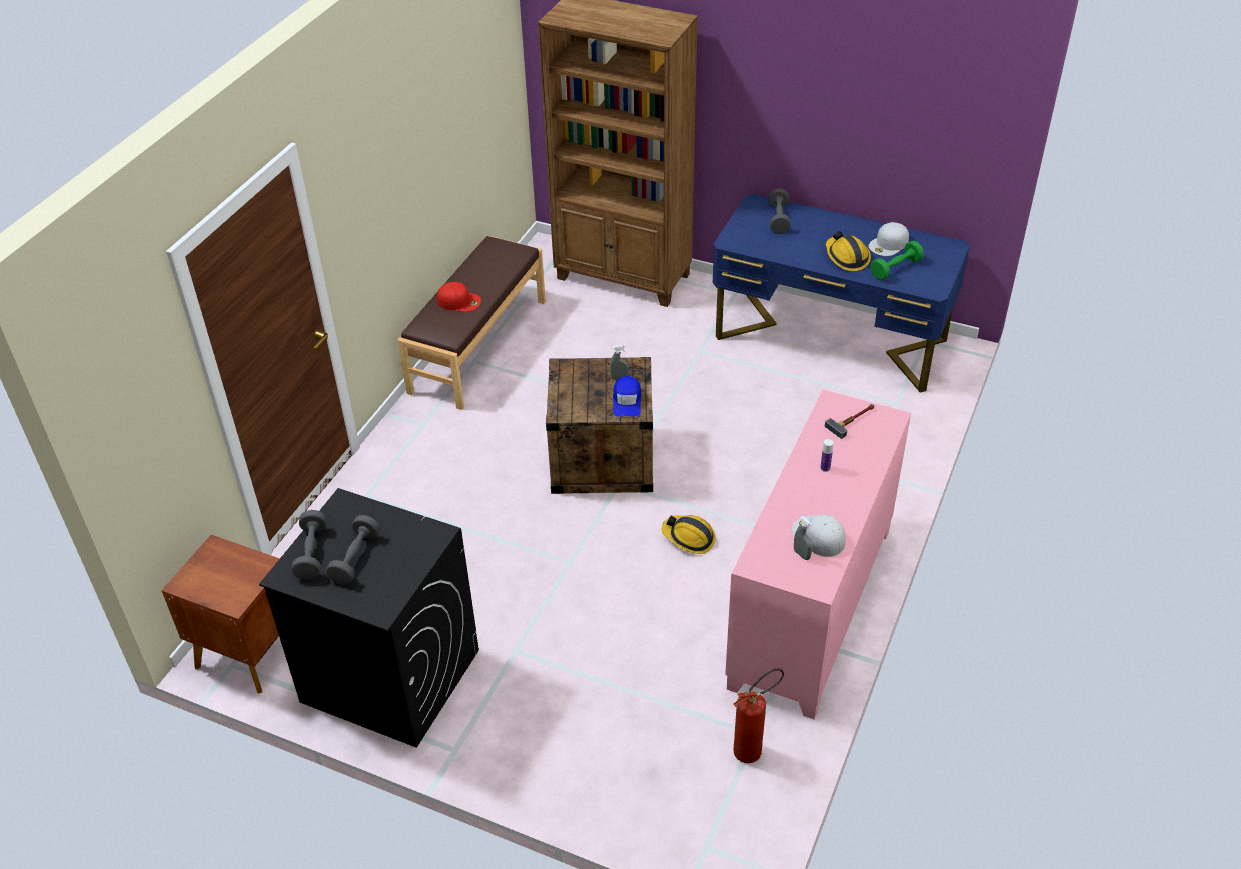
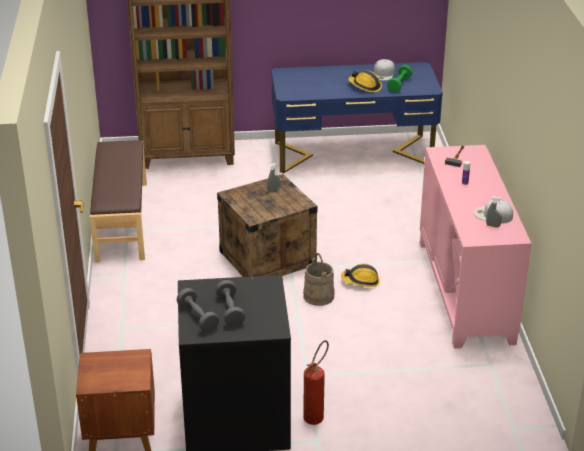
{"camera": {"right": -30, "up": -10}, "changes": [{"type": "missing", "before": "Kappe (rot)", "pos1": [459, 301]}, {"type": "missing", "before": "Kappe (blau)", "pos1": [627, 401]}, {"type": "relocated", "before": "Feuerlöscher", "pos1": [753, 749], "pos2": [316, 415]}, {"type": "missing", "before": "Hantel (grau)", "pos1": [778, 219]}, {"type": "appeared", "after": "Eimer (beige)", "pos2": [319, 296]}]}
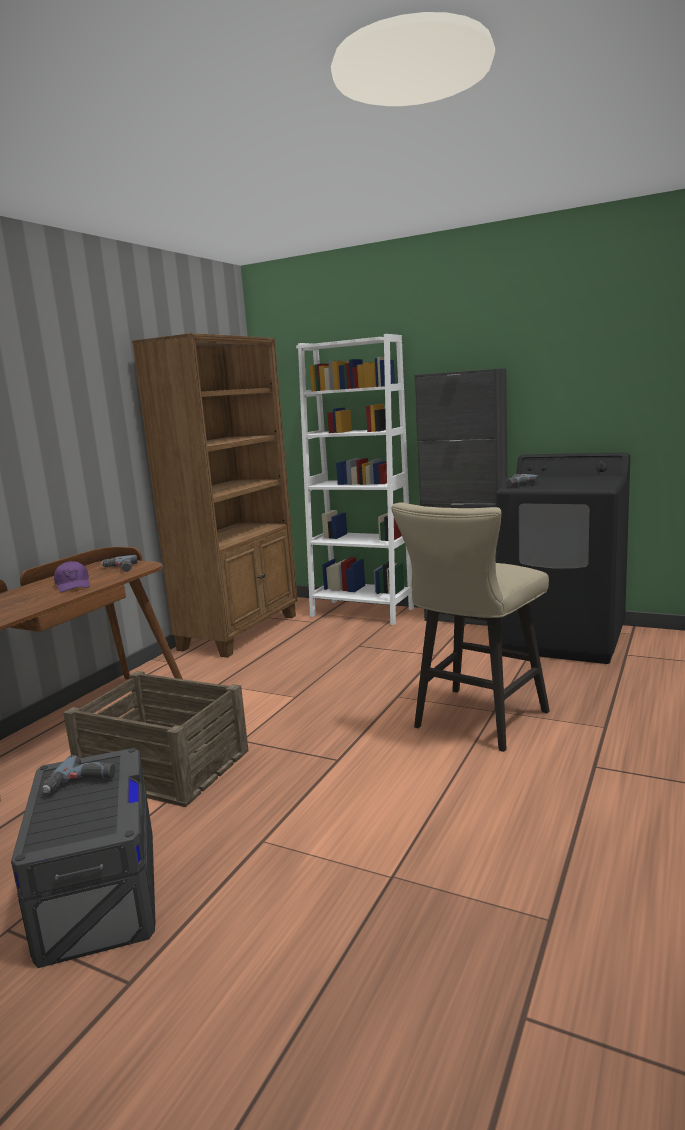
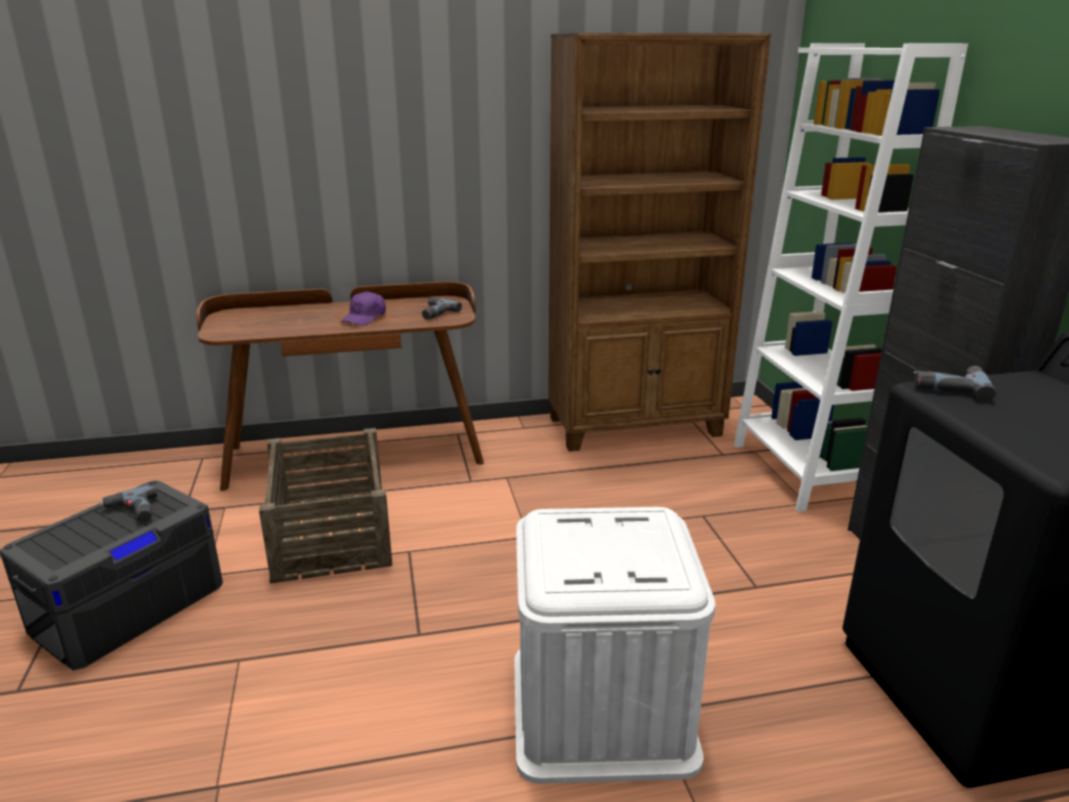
{"camera": {"right": 50, "up": 10}, "changes": [{"type": "exchanged", "before": "Hocker (beige)", "after": "Aufbewahrungsbox (weiß)", "pos1": [475, 722], "pos2": [601, 708]}]}
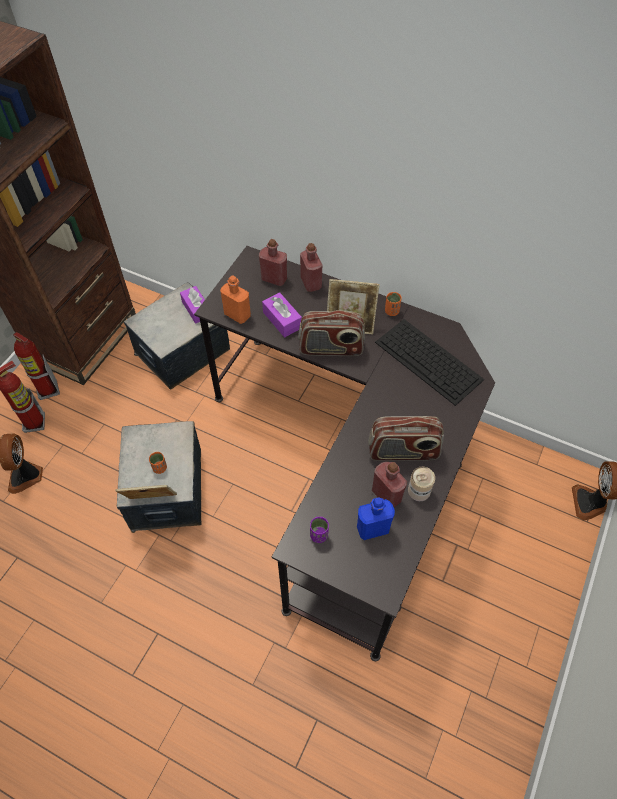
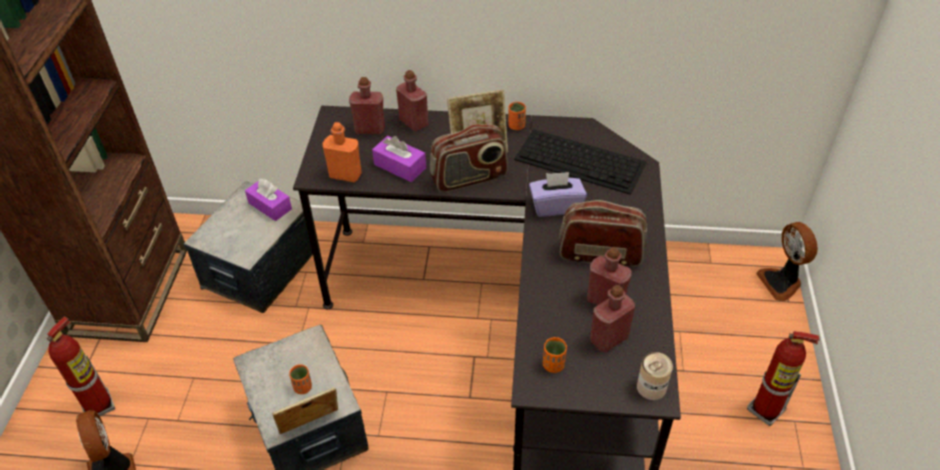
{"camera": {"right": -20, "up": -10}, "changes": [{"type": "relocated", "before": "Feuerlöscher", "pos1": [48, 390], "pos2": [766, 410]}, {"type": "colour", "before": "Tasse (lila)", "after": "Tasse (orange)", "pos1": [319, 535], "pos2": [553, 365]}, {"type": "colour", "before": "Flasche (blau)", "after": "Flasche (rot)", "pos1": [373, 528], "pos2": [609, 338]}, {"type": "spun", "before": "Radio", "pos1": [403, 452], "pos2": [600, 254], "turn": -150}, {"type": "relocated", "before": "Dose", "pos1": [419, 490], "pos2": [651, 387]}, {"type": "appeared", "after": "Taschentuchbox (lila)", "pos2": [555, 206]}]}
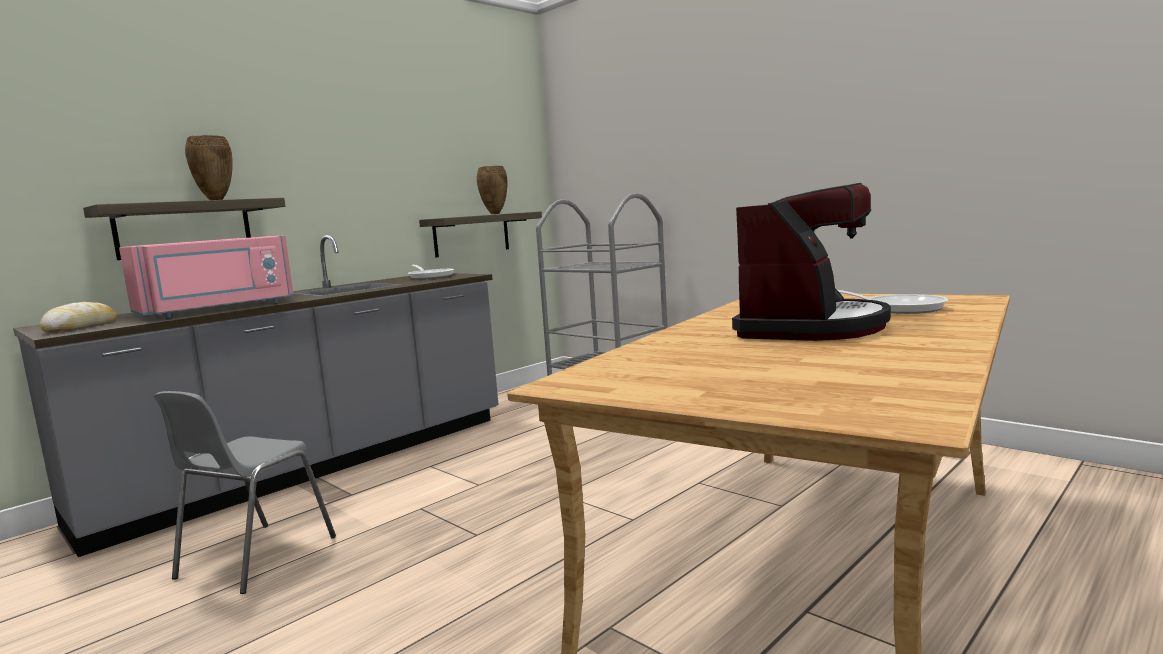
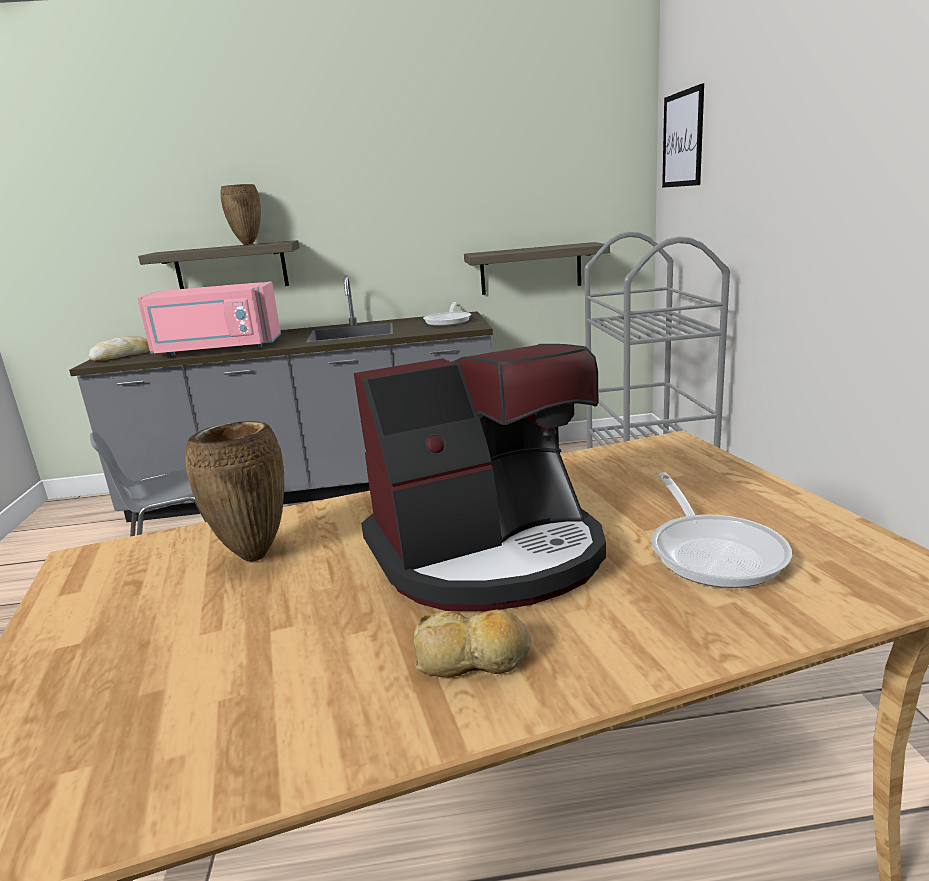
{"camera": {"right": 40, "up": 10}, "changes": [{"type": "relocated", "before": "Vase (braun)", "pos1": [494, 214], "pos2": [254, 555]}, {"type": "appeared", "after": "Brot", "pos2": [473, 658]}, {"type": "appeared", "after": "Bild", "pos2": [682, 139]}]}
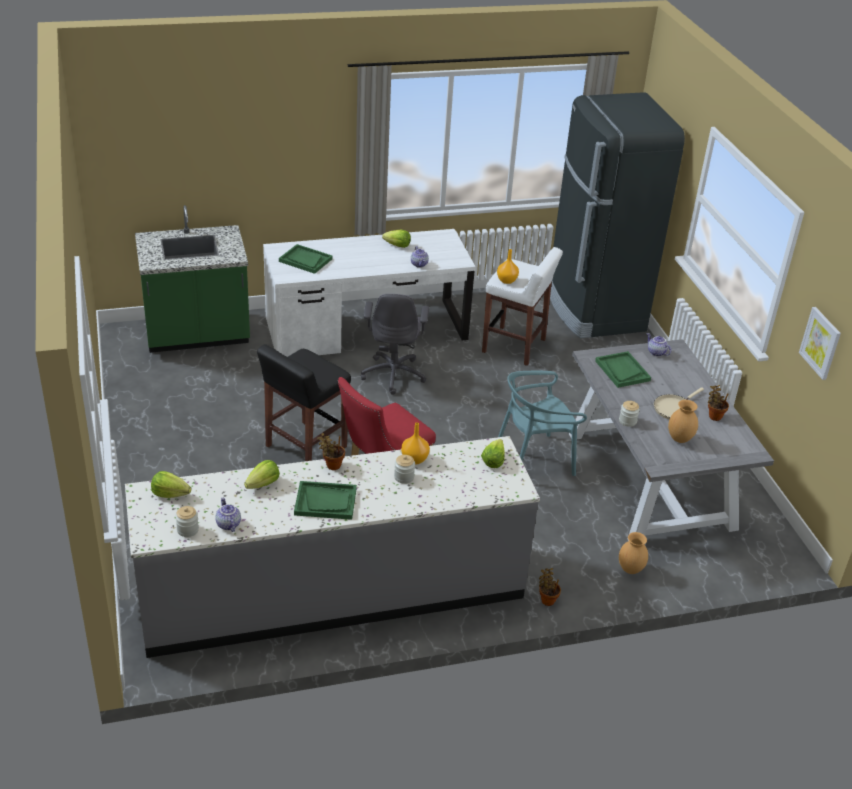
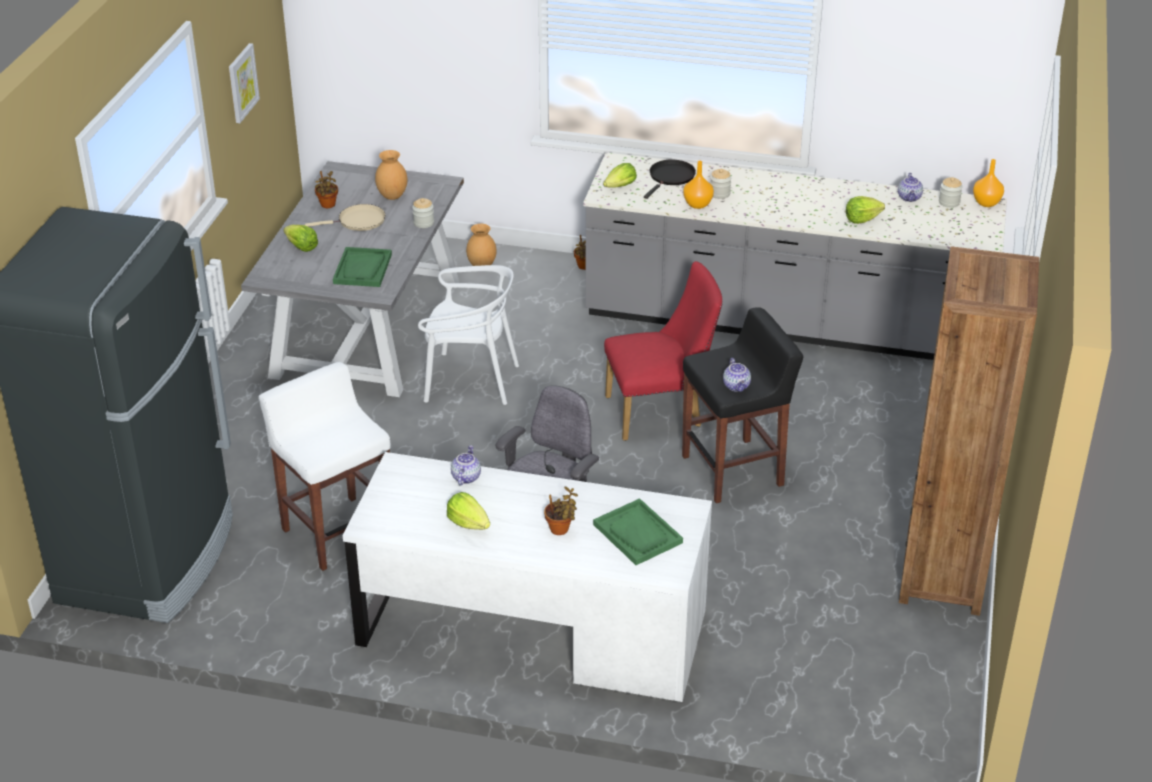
{"camera": {"right": -150, "up": 0}, "changes": [{"type": "missing", "before": "Küchenzeile (grün)", "pos1": [197, 336]}, {"type": "relocated", "before": "Salatkopf", "pos1": [170, 494], "pos2": [301, 247]}, {"type": "missing", "before": "Tablett (grün)", "pos1": [325, 502]}, {"type": "relocated", "before": "Topfpflanze", "pos1": [331, 465], "pos2": [561, 530]}, {"type": "relocated", "before": "Vase (orange)", "pos1": [507, 280], "pos2": [986, 203]}, {"type": "colour", "before": "Stuhl (türkis)", "after": "Stuhl (weiß)", "pos1": [534, 460], "pos2": [471, 381]}, {"type": "relocated", "before": "Teekanne", "pos1": [656, 352], "pos2": [737, 386]}, {"type": "appeared", "after": "Pfanne (schwarz)", "pos2": [670, 177]}, {"type": "appeared", "after": "Bücherregal (braun)", "pos2": [942, 577]}]}
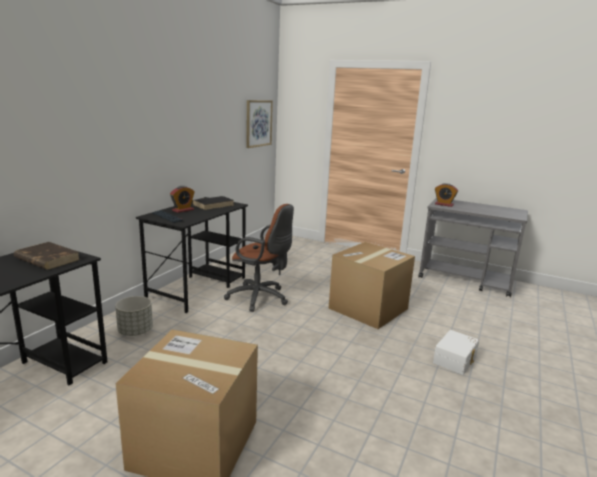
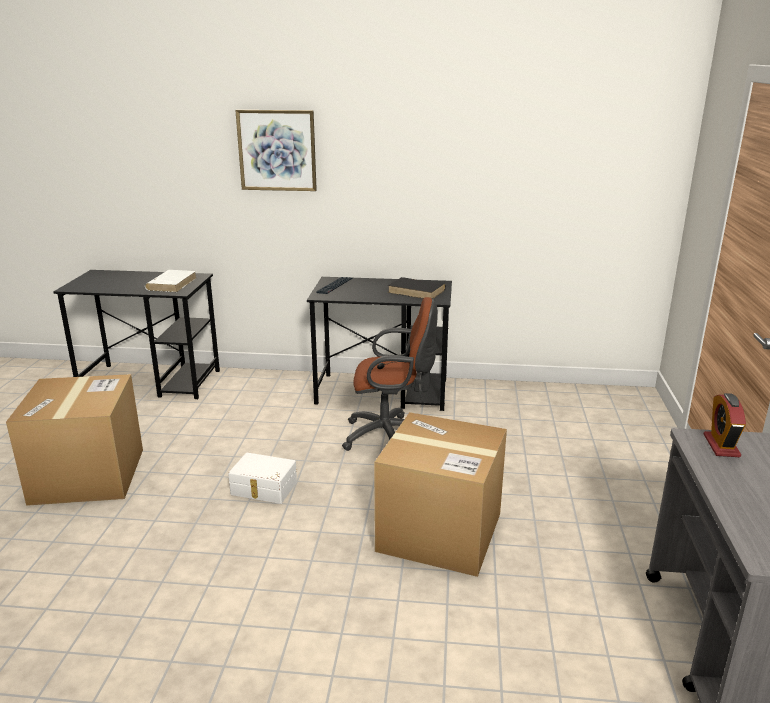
{"camera": {"right": 70, "up": 5}, "changes": [{"type": "colour", "before": "Buch (braun)", "after": "Buch (weiß)", "pos1": [47, 259], "pos2": [172, 283]}, {"type": "missing", "before": "Pflanzkübel (grau)", "pos1": [135, 331]}, {"type": "missing", "before": "Wecker", "pos1": [183, 210]}, {"type": "spun", "before": "Bürostuhl (braun)", "pos1": [260, 298], "pos2": [391, 437], "turn": -90}, {"type": "relocated", "before": "Bild", "pos1": [258, 123], "pos2": [277, 150]}, {"type": "relocated", "before": "Aufbewahrungsbox (weiß)", "pos1": [456, 360], "pos2": [263, 489]}]}
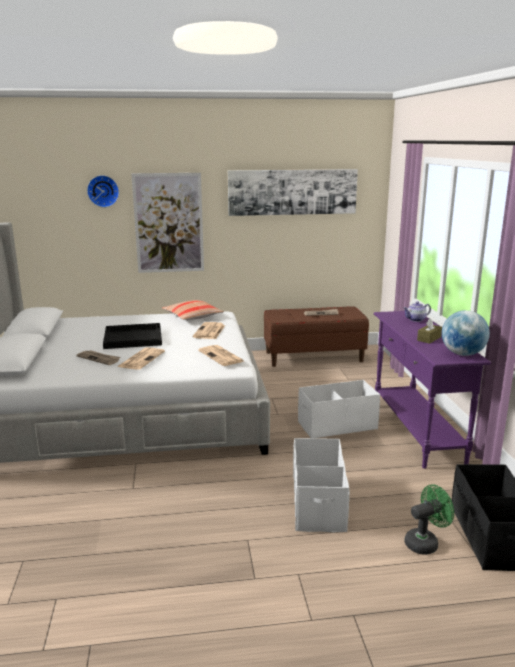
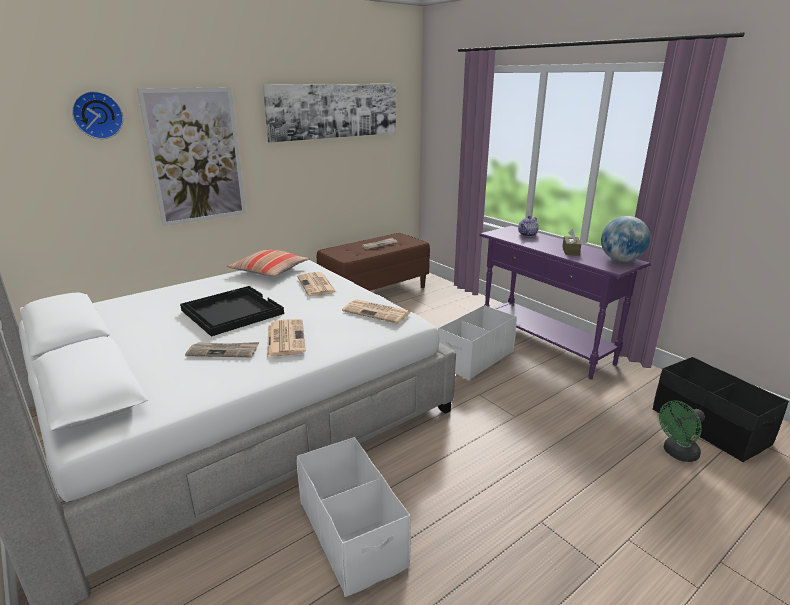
{"camera": {"right": -30, "up": 5}, "changes": [{"type": "relocated", "before": "Aufbewahrungsbox (weiß)", "pos1": [318, 503], "pos2": [352, 533]}, {"type": "spun", "before": "Ventilator (grün)", "pos1": [425, 542], "pos2": [677, 453], "turn": -150}]}
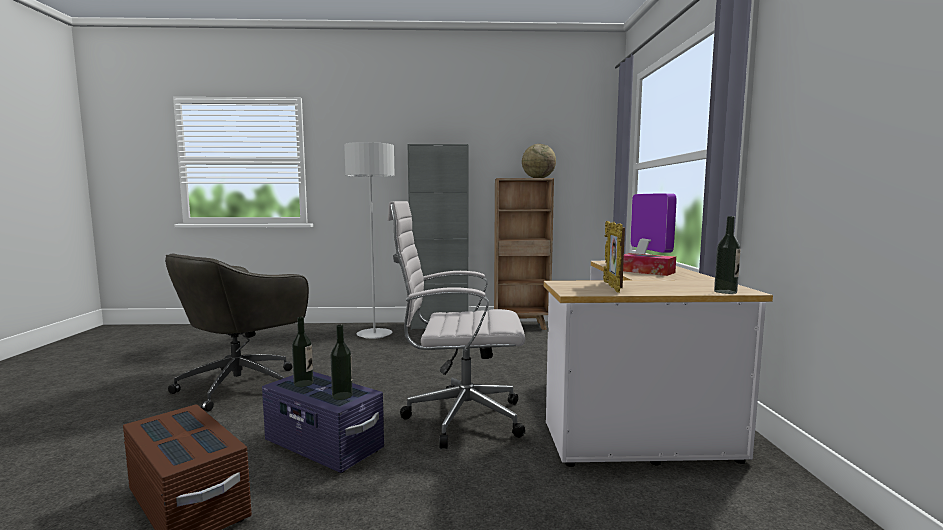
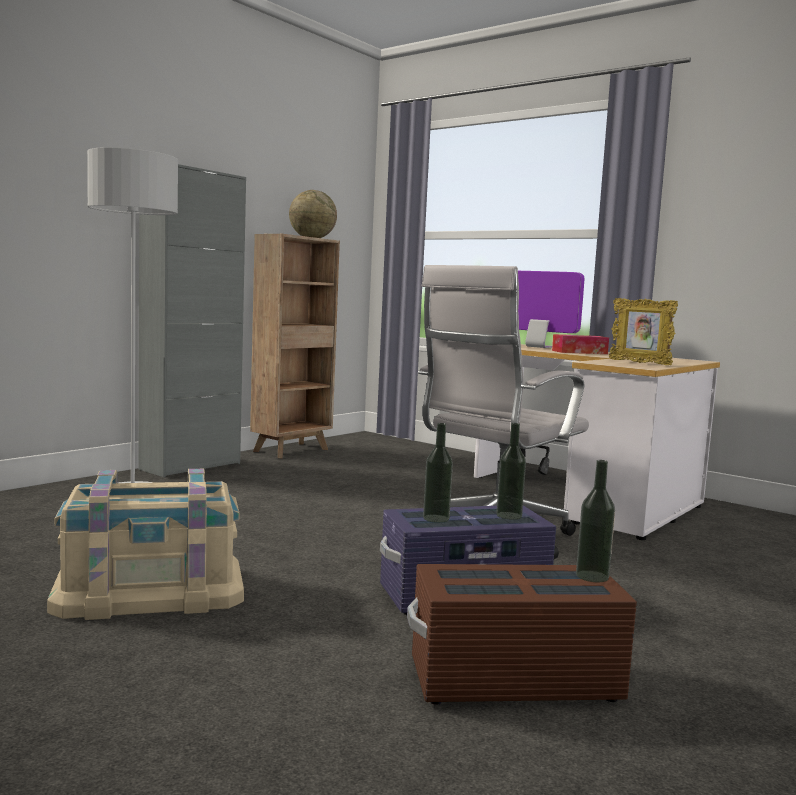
{"camera": {"right": -50, "up": 0}, "changes": [{"type": "exchanged", "before": "Bürostuhl (grau)", "after": "Aufbewahrungsbox (beige)", "pos1": [242, 384], "pos2": [150, 590]}, {"type": "relocated", "before": "Flasche", "pos1": [725, 292], "pos2": [592, 576]}]}
